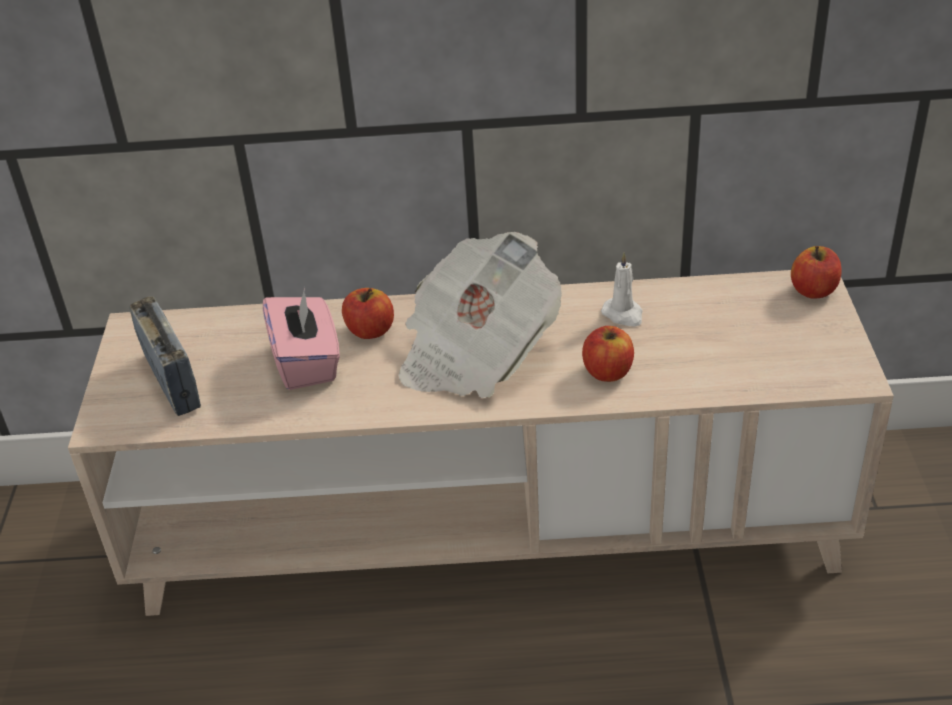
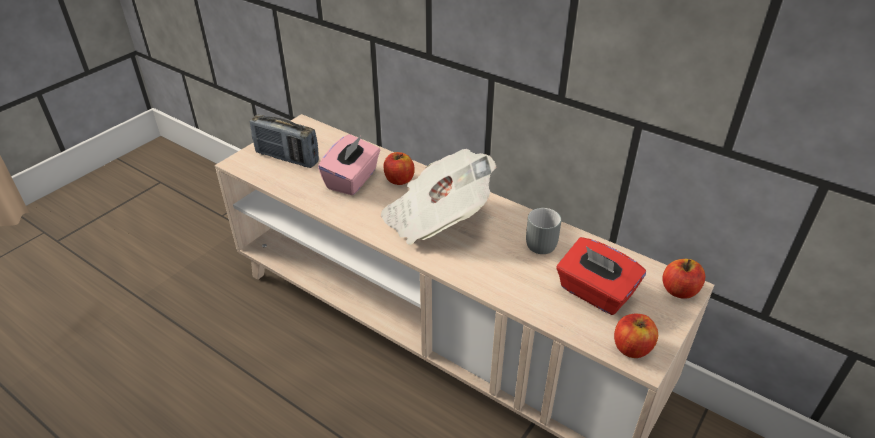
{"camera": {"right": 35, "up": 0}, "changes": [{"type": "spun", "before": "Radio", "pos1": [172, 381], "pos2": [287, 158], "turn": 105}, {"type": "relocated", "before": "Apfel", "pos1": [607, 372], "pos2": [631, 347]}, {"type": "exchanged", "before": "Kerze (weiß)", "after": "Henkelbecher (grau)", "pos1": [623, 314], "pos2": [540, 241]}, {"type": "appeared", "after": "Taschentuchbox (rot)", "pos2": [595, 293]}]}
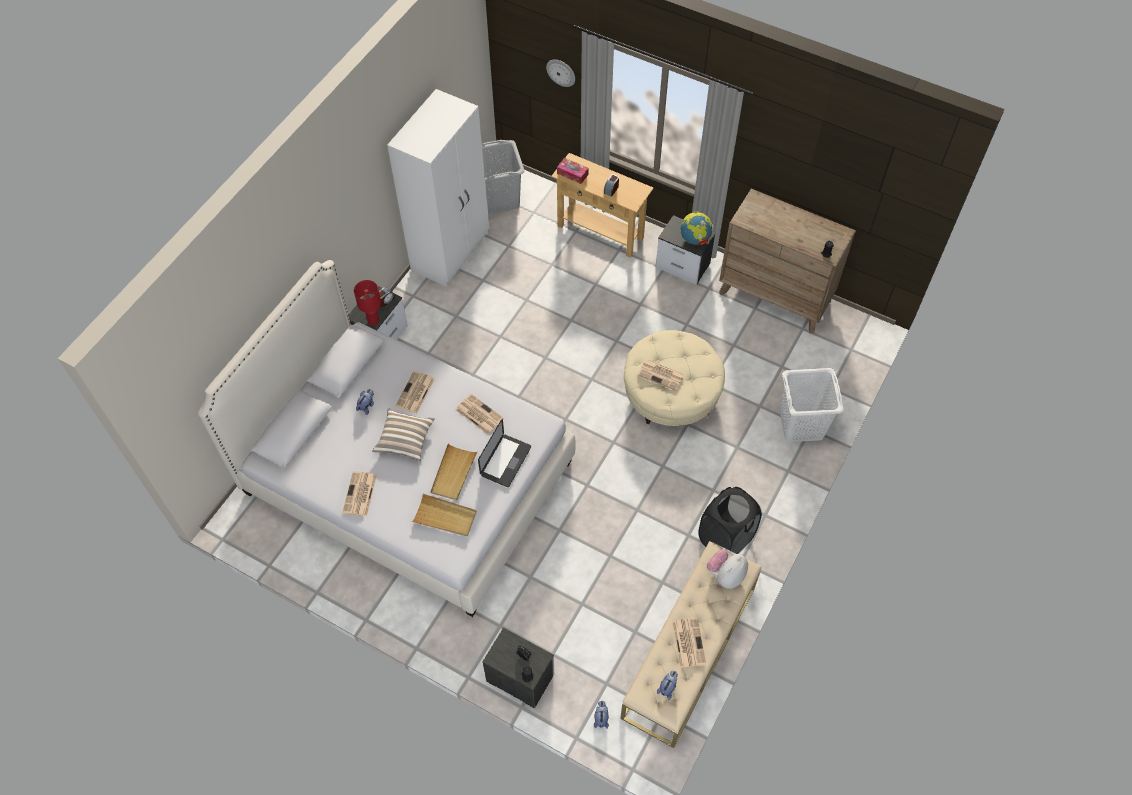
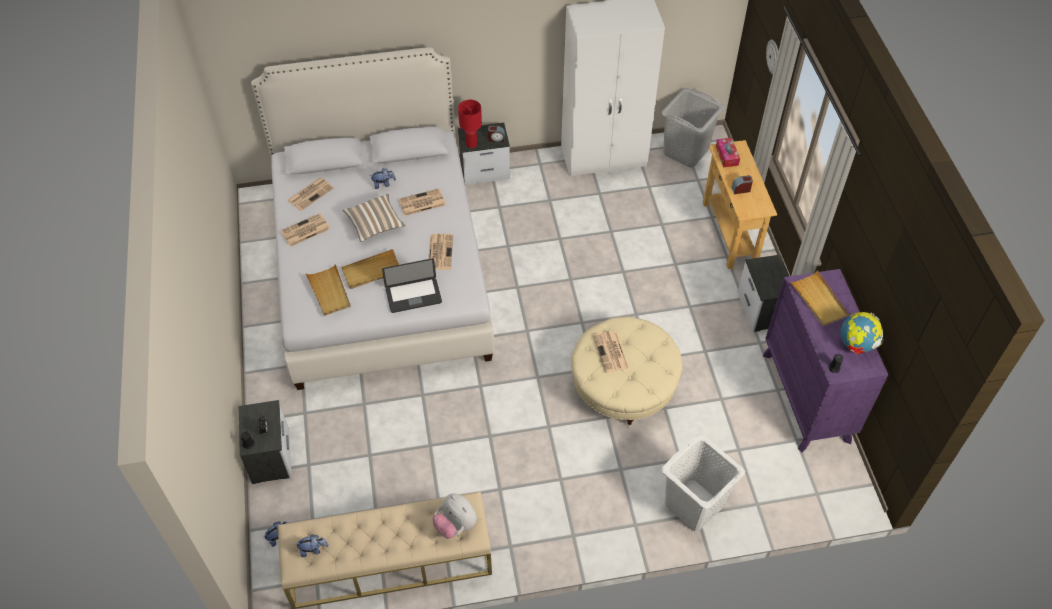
{"camera": {"right": 50, "up": -5}, "changes": [{"type": "relocated", "before": "Zeitung", "pos1": [688, 642], "pos2": [310, 193]}, {"type": "relocated", "before": "Globus", "pos1": [695, 239], "pos2": [856, 345]}, {"type": "missing", "before": "Wäschekorb (schwarz)", "pos1": [725, 539]}, {"type": "spun", "before": "Plüschtier", "pos1": [726, 575], "pos2": [456, 525], "turn": -135}, {"type": "colour", "before": "Kommode (braun)", "after": "Kommode (lila)", "pos1": [775, 297], "pos2": [806, 397]}, {"type": "appeared", "after": "Tablett (beige)", "pos2": [818, 300]}]}
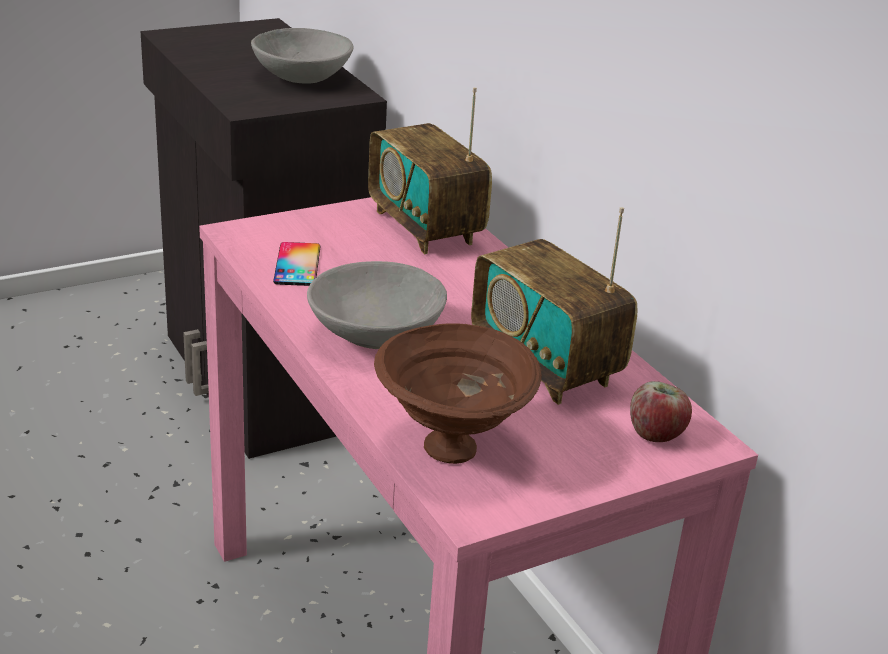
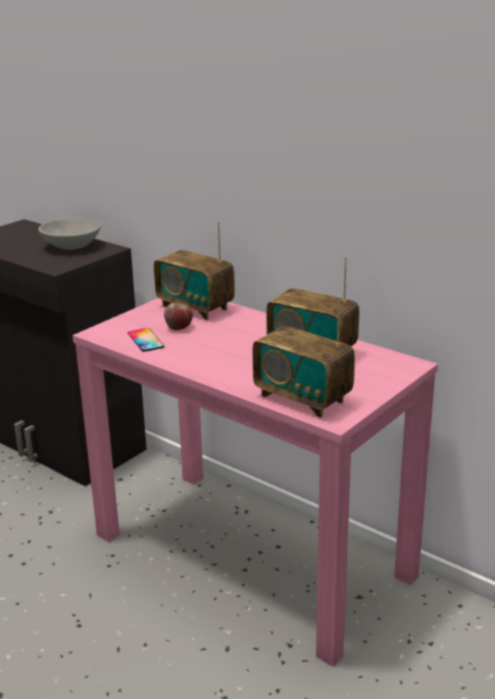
{"camera": {"right": -20, "up": -5}, "changes": [{"type": "missing", "before": "Schüssel (grau)", "pos1": [376, 335]}, {"type": "exchanged", "before": "Schüssel (braun)", "after": "Radio", "pos1": [453, 451], "pos2": [302, 398]}, {"type": "relocated", "before": "Apfel", "pos1": [656, 434], "pos2": [179, 328]}]}
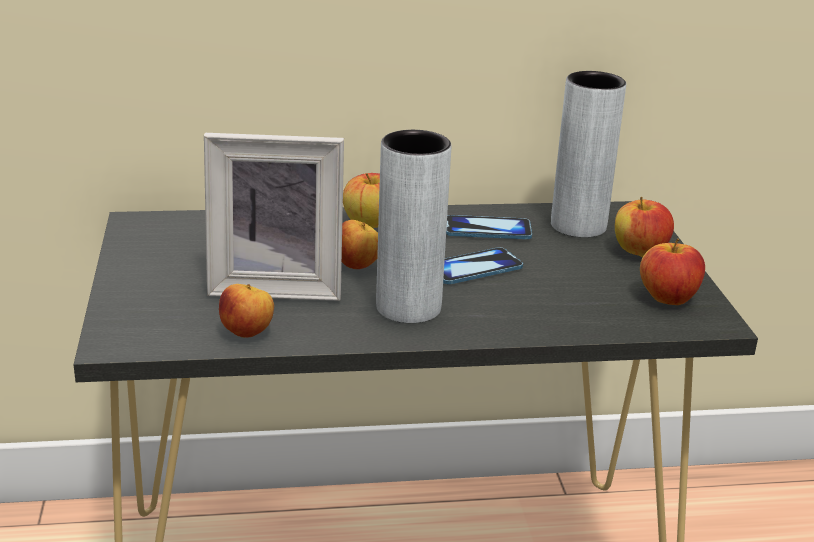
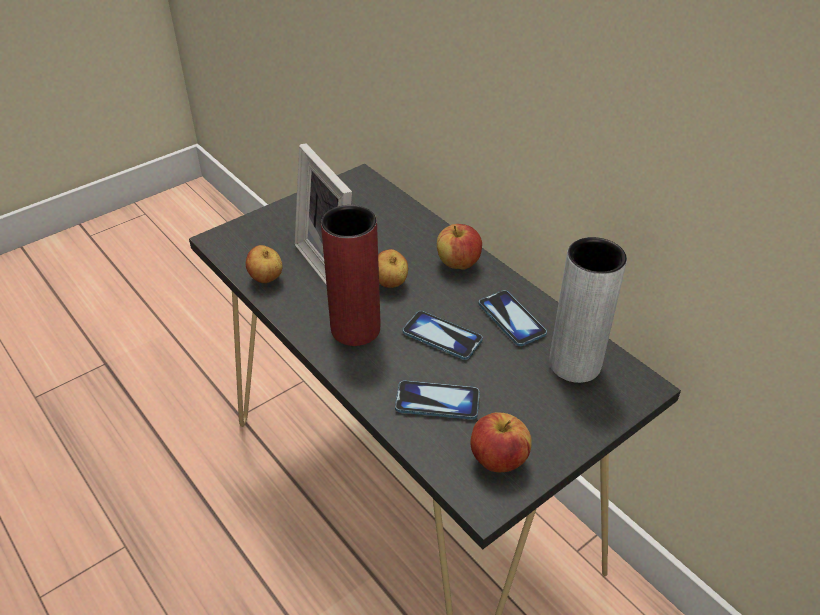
{"camera": {"right": 60, "up": 15}, "changes": [{"type": "colour", "before": "Vase (grau)", "after": "Vase (rot)", "pos1": [408, 308], "pos2": [355, 329]}, {"type": "missing", "before": "Apfel", "pos1": [639, 252]}, {"type": "appeared", "after": "Handy", "pos2": [437, 401]}]}
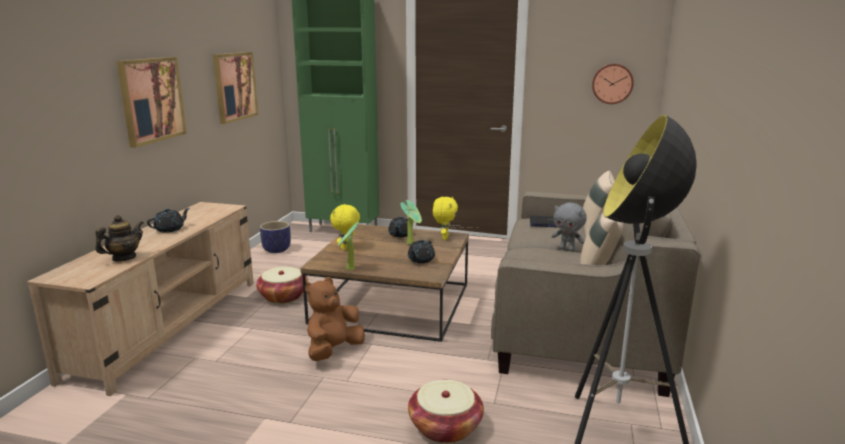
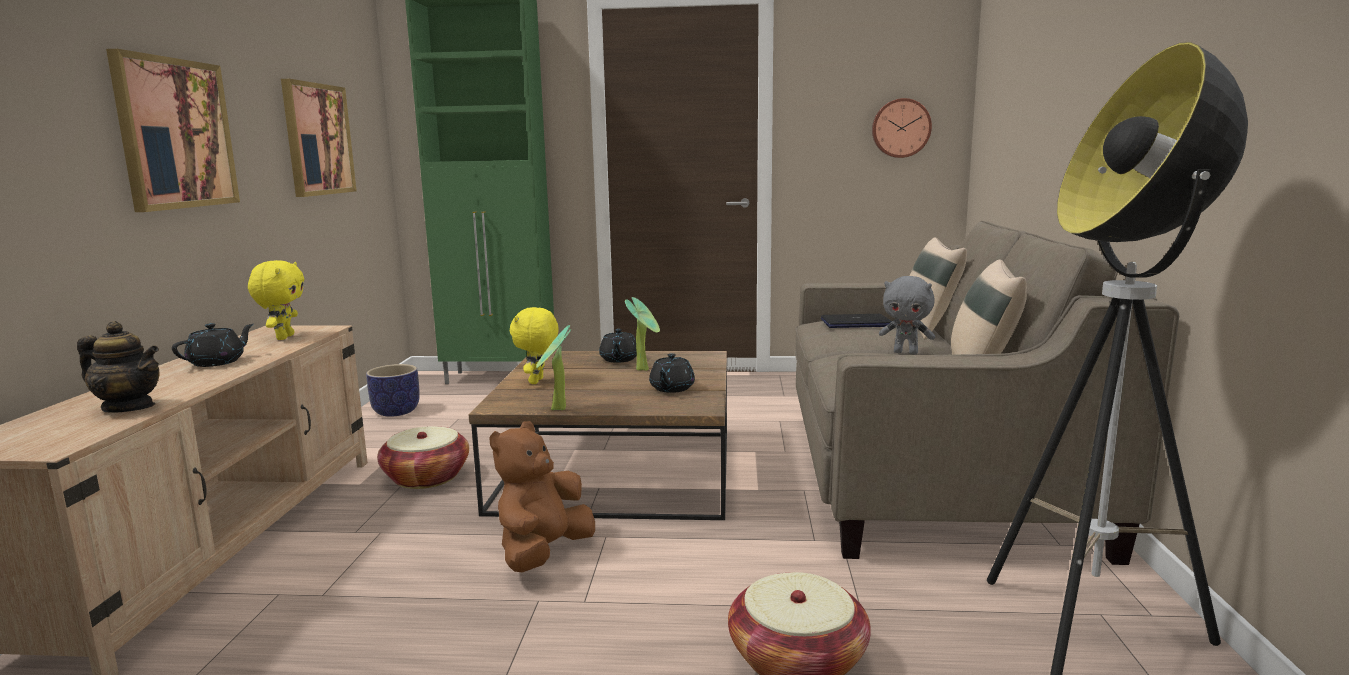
{"camera": {"right": -10, "up": -5}, "changes": [{"type": "spun", "before": "Teekanne", "pos1": [124, 258], "pos2": [129, 407], "turn": 75}, {"type": "relocated", "before": "Plüschtier (gelb)", "pos1": [444, 237], "pos2": [284, 337]}]}
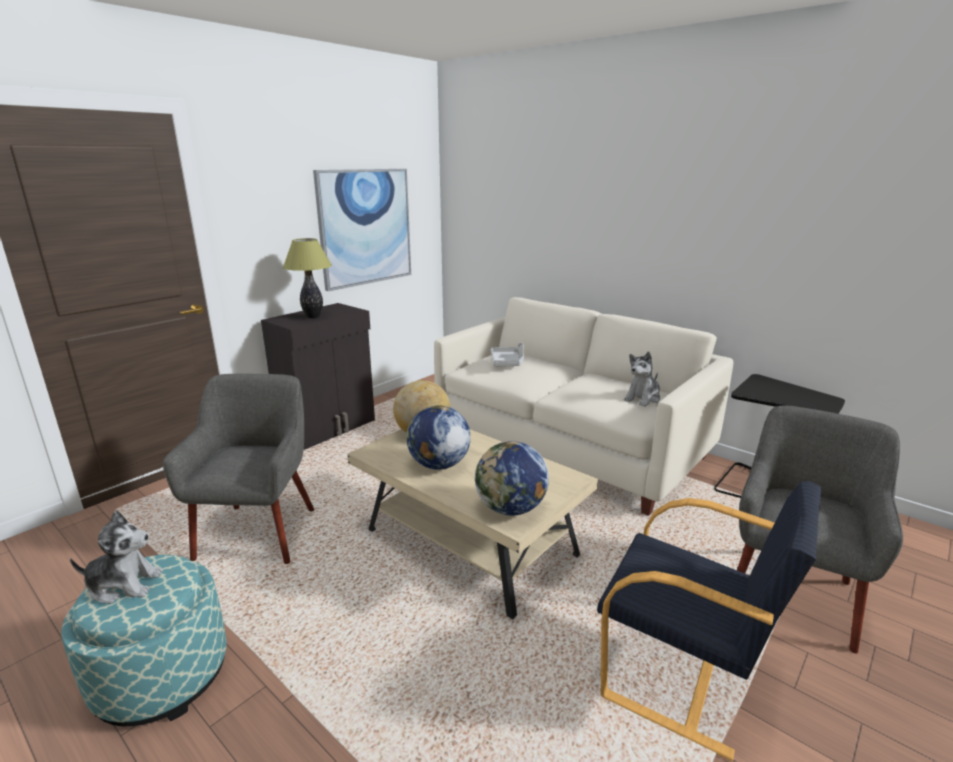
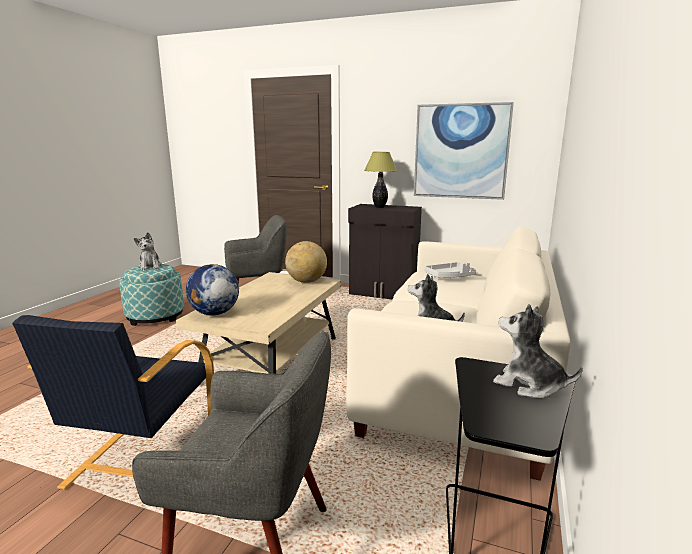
{"camera": {"right": 70, "up": -5}, "changes": [{"type": "missing", "before": "Globus", "pos1": [438, 465]}, {"type": "appeared", "after": "Plüschtier", "pos2": [529, 385]}]}
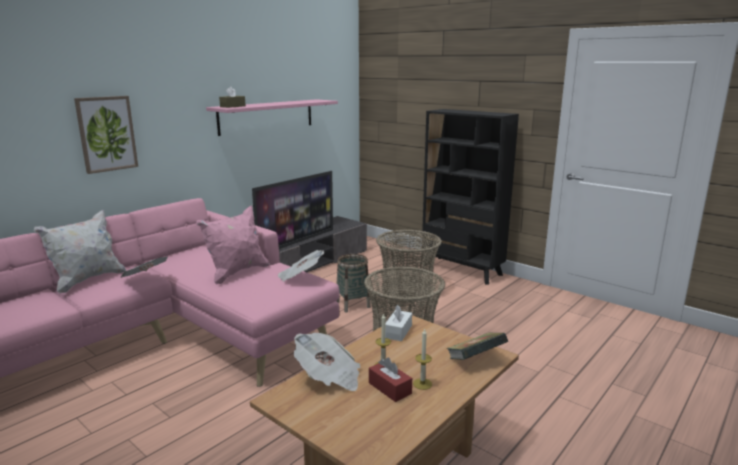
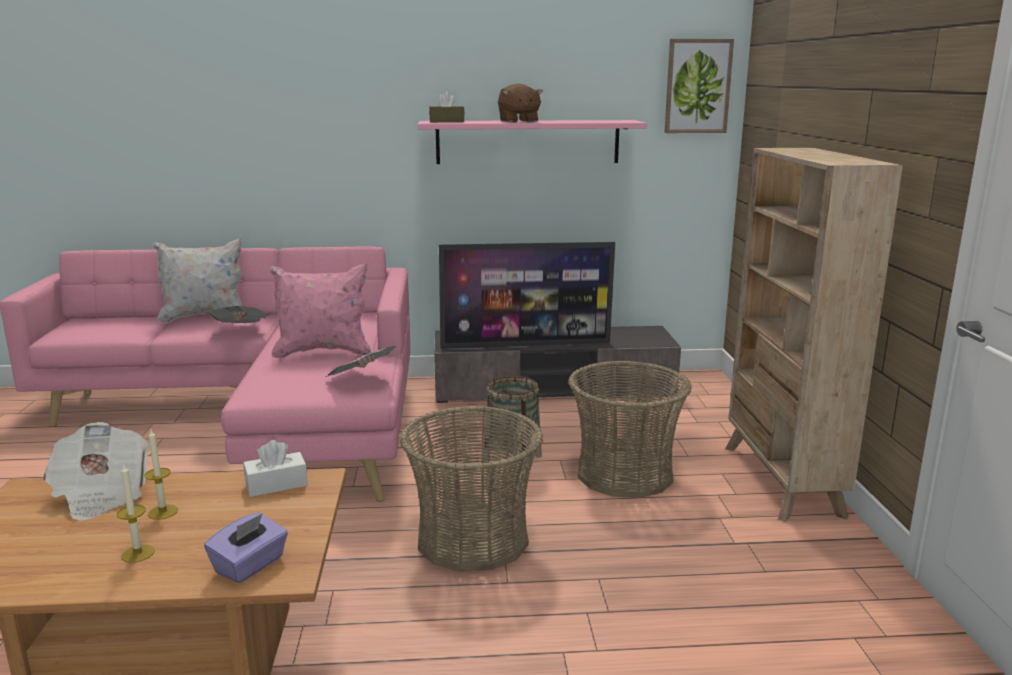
{"camera": {"right": 45, "up": 0}, "changes": [{"type": "relocated", "before": "Bild", "pos1": [106, 134], "pos2": [697, 86]}, {"type": "missing", "before": "Taschentuchbox (rot)", "pos1": [389, 388]}, {"type": "colour", "before": "Bücherregal (schwarz)", "after": "Bücherregal (beige)", "pos1": [462, 270], "pos2": [781, 480]}, {"type": "exchanged", "before": "Buch", "after": "Taschentuchbox (lila)", "pos1": [475, 360], "pos2": [250, 565]}, {"type": "appeared", "after": "Plüschtier (braun)", "pos2": [518, 121]}]}
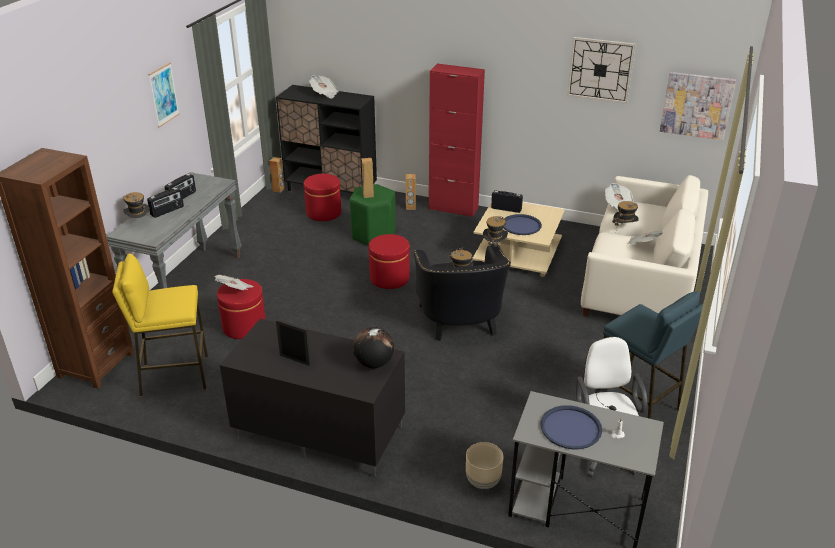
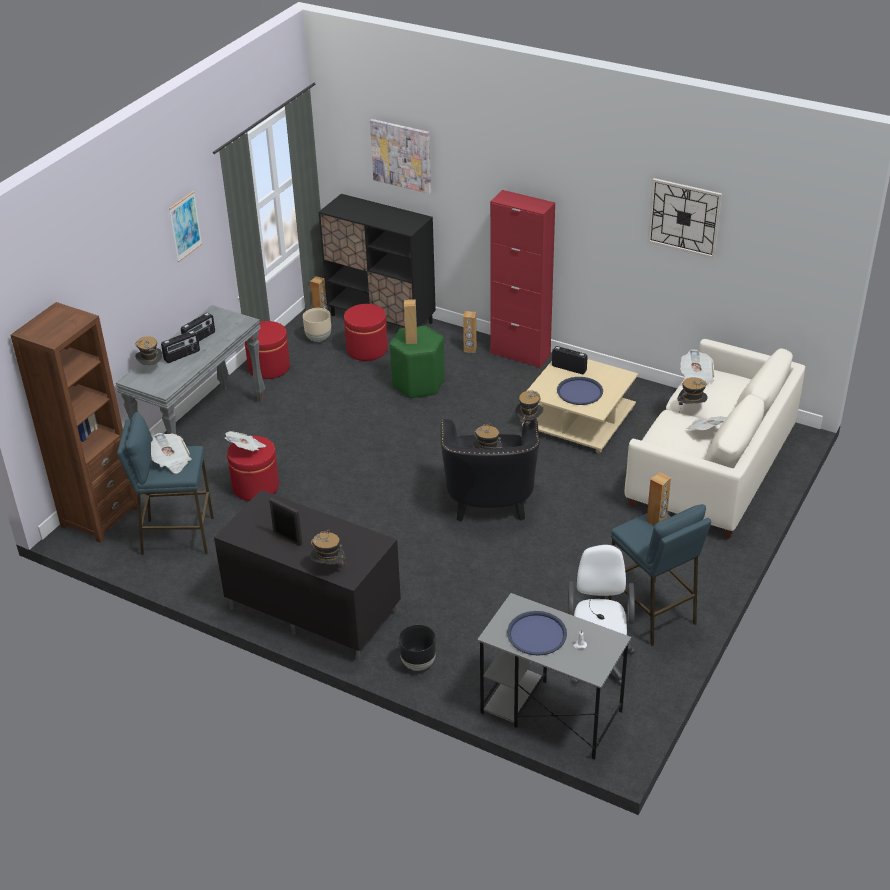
{"camera": {"right": 10, "up": 5}, "changes": [{"type": "colour", "before": "Hocker (gelb)", "after": "Hocker (blau)", "pos1": [174, 375], "pos2": [177, 536]}, {"type": "relocated", "before": "Zeitung", "pos1": [324, 94], "pos2": [171, 461]}, {"type": "missing", "before": "Globus", "pos1": [373, 364]}, {"type": "relocated", "before": "Polsterhocker (rot)", "pos1": [389, 278], "pos2": [269, 367]}, {"type": "relocated", "before": "Pflanzkübel (beige)", "pos1": [482, 481], "pos2": [318, 338]}, {"type": "relocated", "before": "Bild", "pos1": [696, 105], "pos2": [401, 155]}, {"type": "appeared", "after": "Hut", "pos2": [329, 567]}, {"type": "appeared", "after": "Pflanzkübel (schwarz)", "pos2": [418, 663]}, {"type": "appeared", "after": "Lautsprecher (braun)", "pos2": [656, 520]}]}
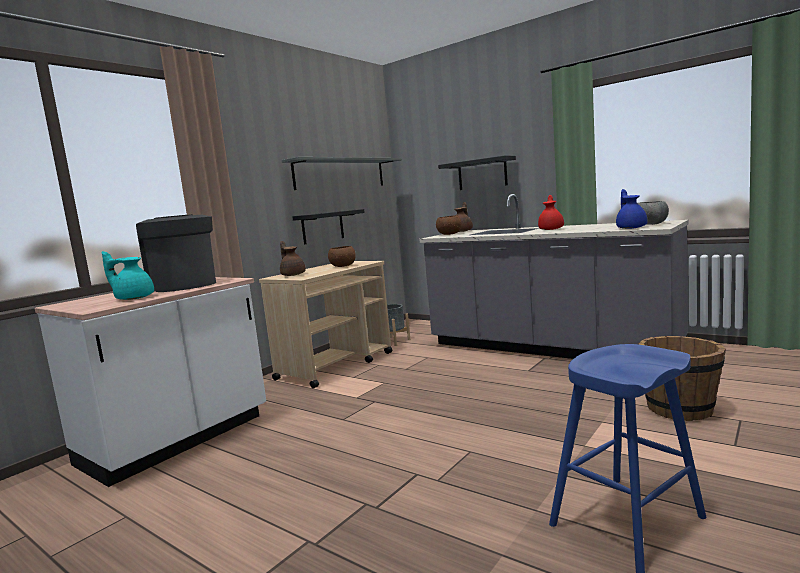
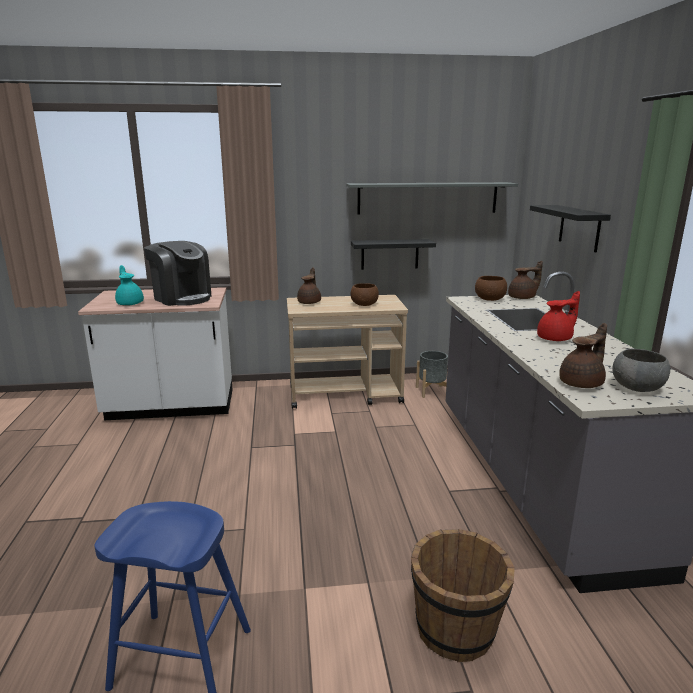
{"camera": {"right": 45, "up": 10}, "changes": [{"type": "spun", "before": "Kaffeemaschine", "pos1": [183, 285], "pos2": [182, 298], "turn": 120}, {"type": "colour", "before": "Teekanne (blau)", "after": "Teekanne (braun)", "pos1": [631, 228], "pos2": [582, 383]}]}
